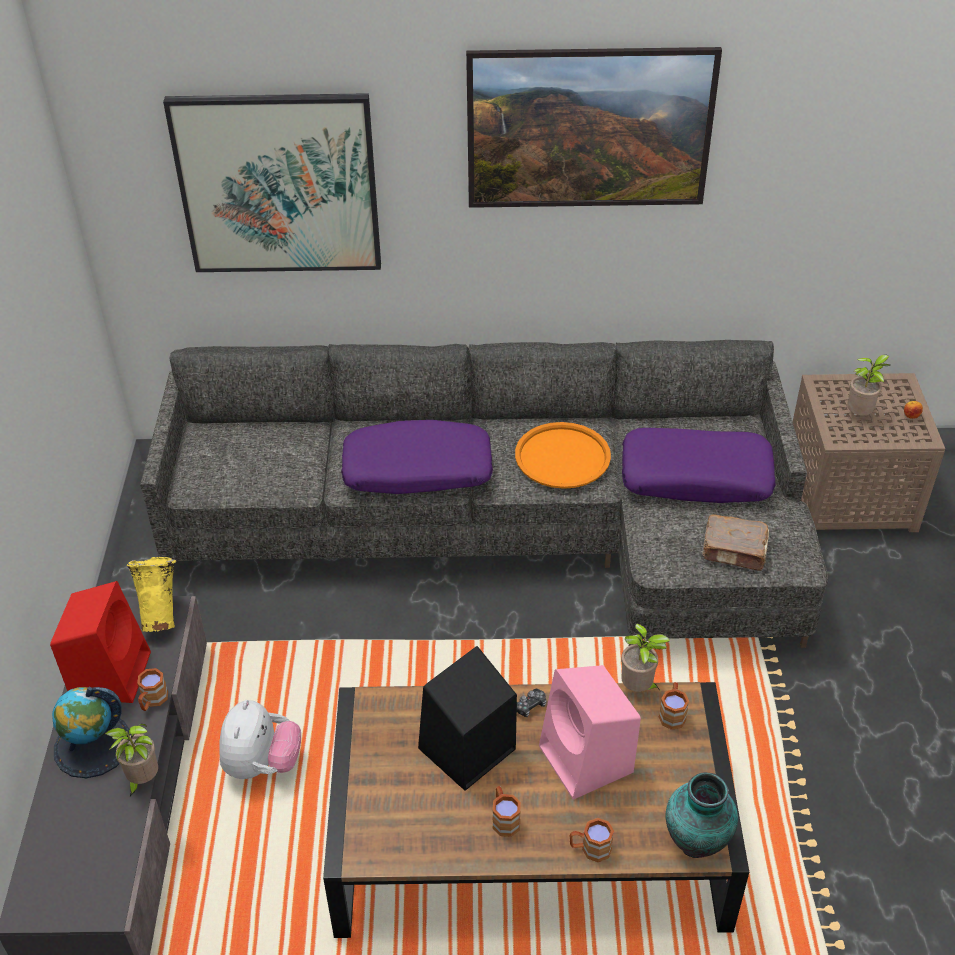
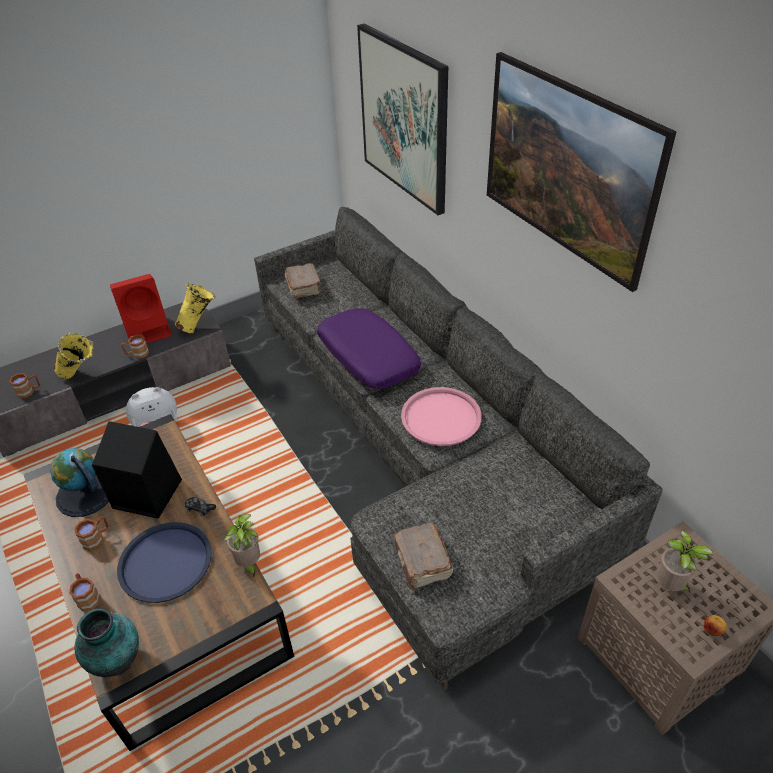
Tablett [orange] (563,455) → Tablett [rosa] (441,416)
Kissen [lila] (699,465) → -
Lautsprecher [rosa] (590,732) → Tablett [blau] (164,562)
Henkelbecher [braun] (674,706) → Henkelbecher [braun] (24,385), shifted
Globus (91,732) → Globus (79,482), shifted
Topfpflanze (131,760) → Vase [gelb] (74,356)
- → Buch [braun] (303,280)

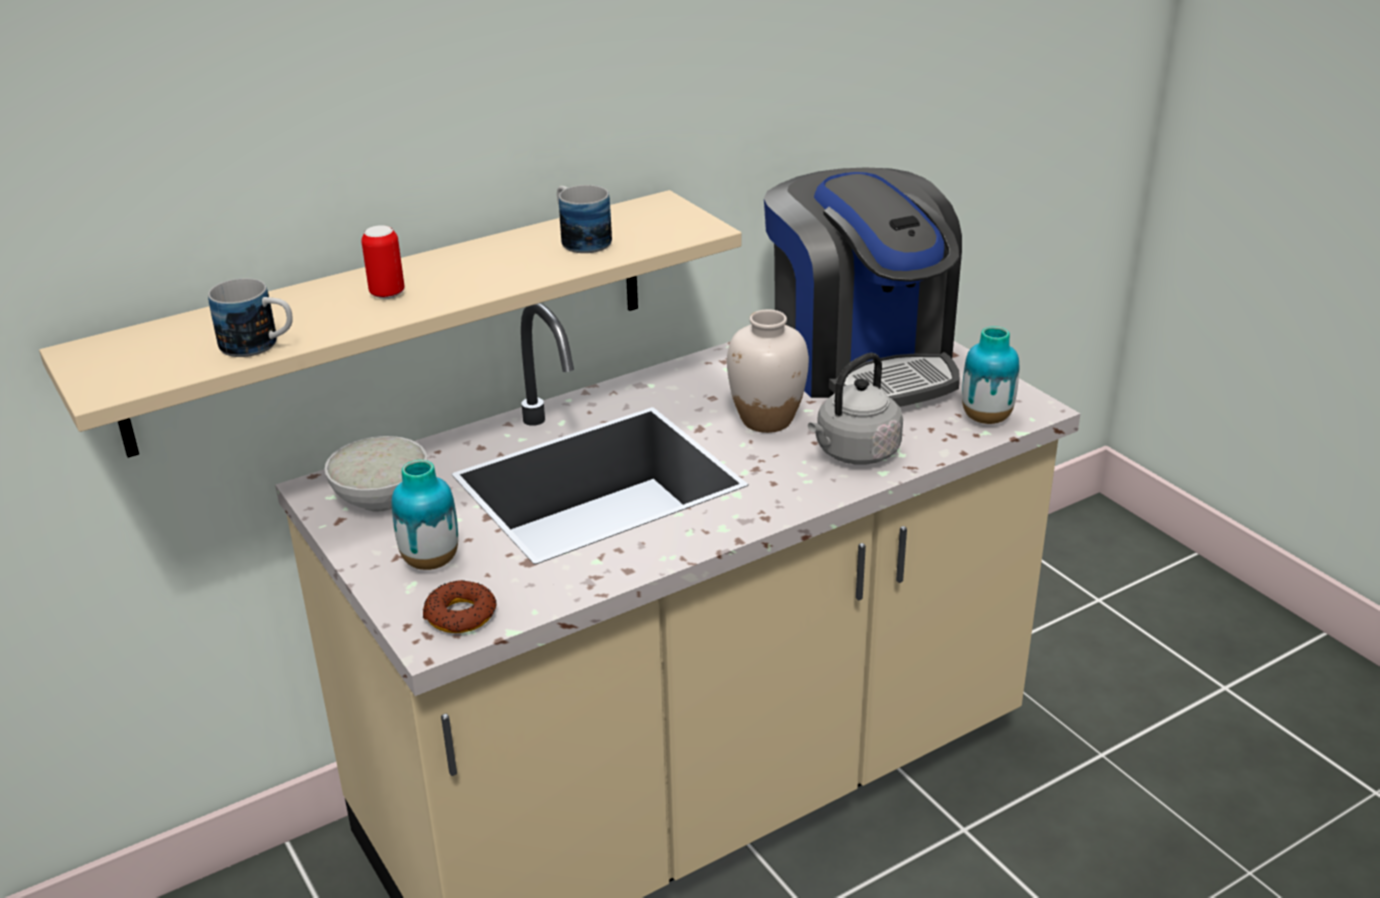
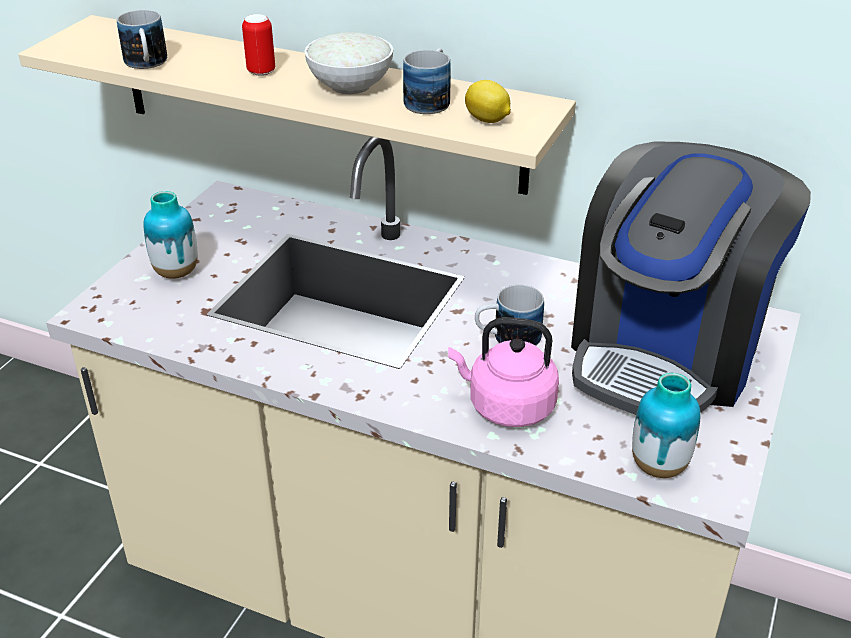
Vase [weiß] (768,371) → Henkelbecher (509,315)
Wasserkessel [grau] (855,409) → Wasserkessel [rosa] (503,372)
Schüssel [weiß] (376,474) → Schüssel [weiß] (349,63), shifted
Donut (459,606) → -
- → Zitrone (488,101)

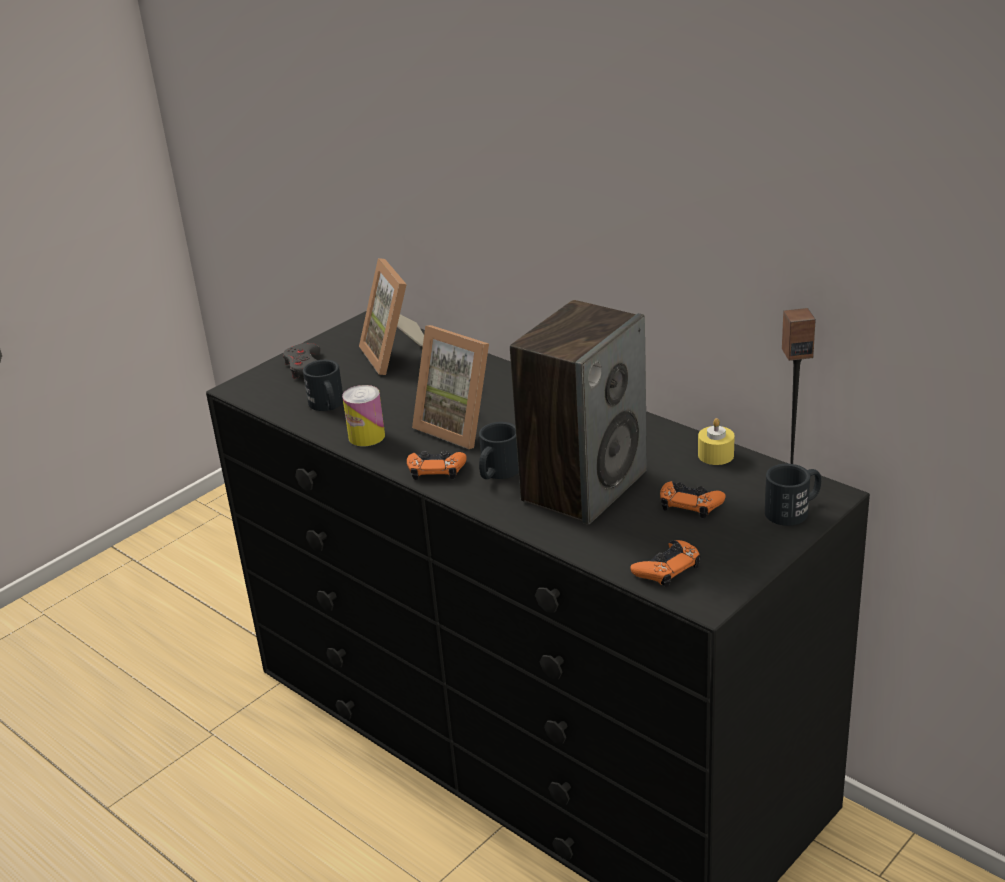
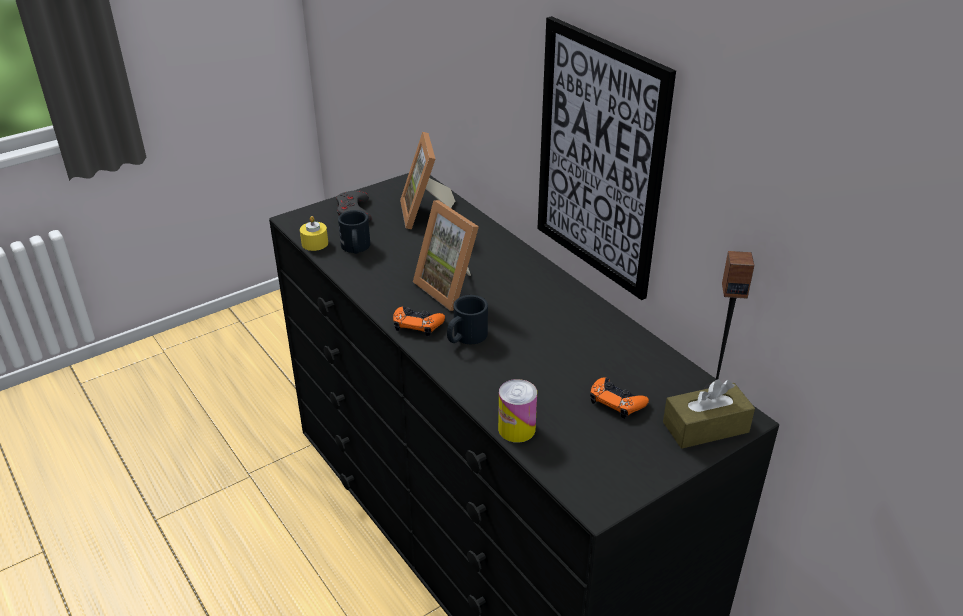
Lautsprecher (578,412) → -
Dose (363,415) → Dose (517,411), shifted
Kerze [gelb] (716,441) → Kerze [gelb] (314,233), shifted
Henkelbecher [schwarz] (793,495) → Taschentuchbox [braun] (709,414)
Gamepad [orange] (665,563) → -
- → Bild (607,158)

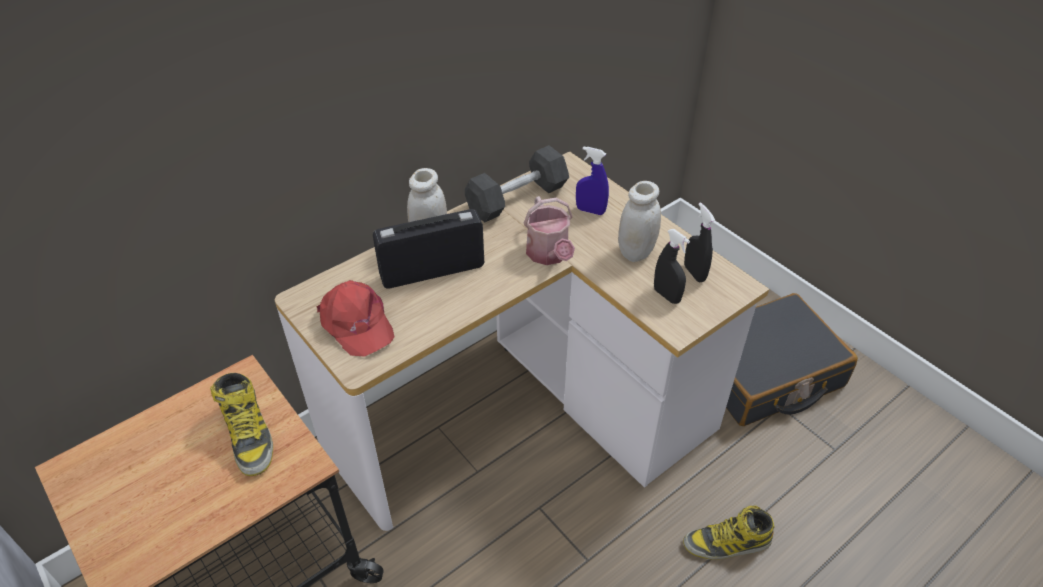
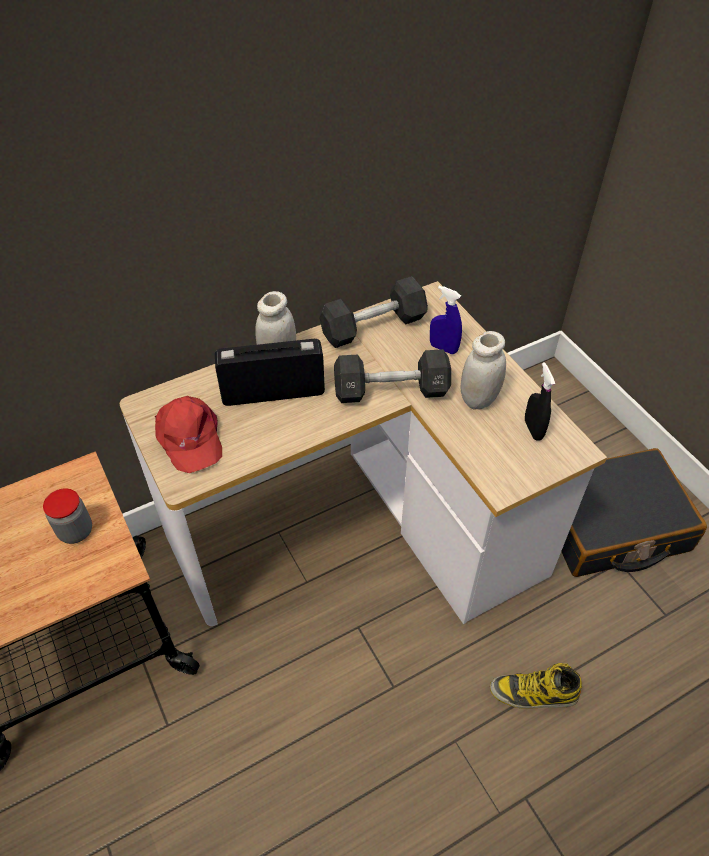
Gießkanne (549,230) → Hantel [schwarz] (392,376)
Sprühflasche [schwarz] (672,266) → -
Stiefel (241,424) → Vorratsglas (67,516)

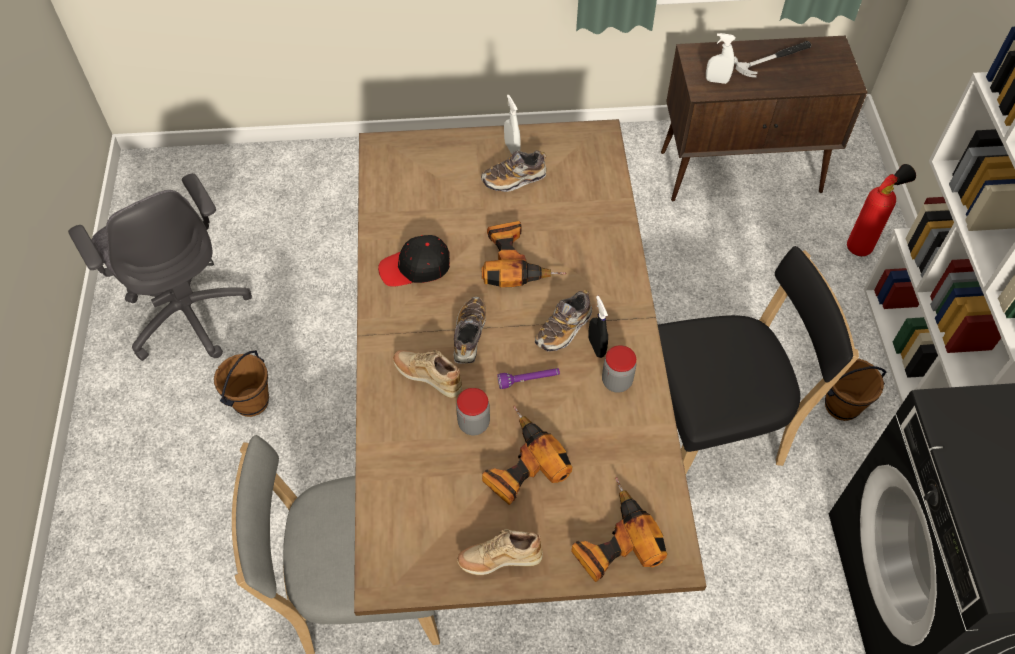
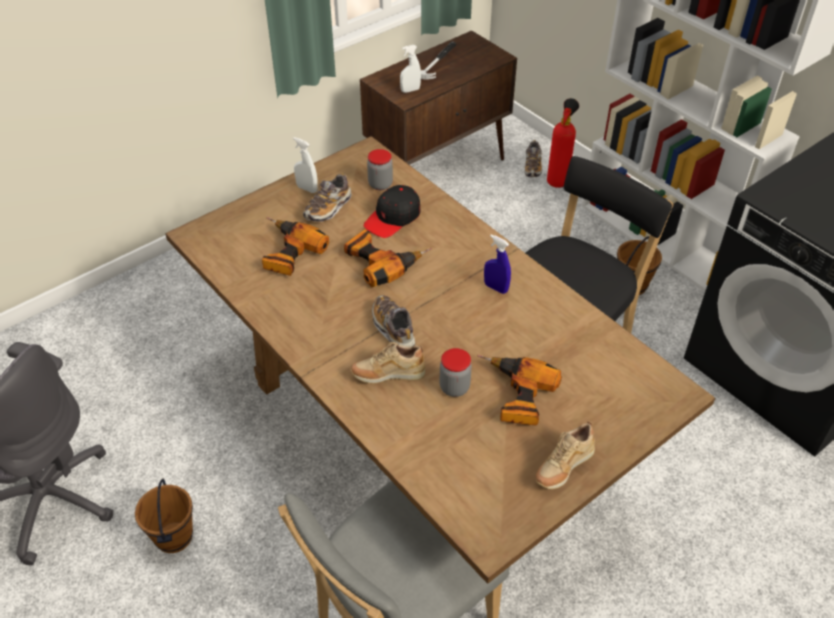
Kappe [schwarz] (414,261) → Kappe [schwarz] (392,211), shifted
Schuh (563,320) → Schuh (533,159), shifted
Sprühflasche [schwarz] (598,327) → Sprühflasche [blau] (497,264)
Vorratsglas (619,369) → Vorratsglas (380,169), shifted
Taschenlampe [lila] (528,378) → -
Bohrmaschine (619,529) → Bohrmaschine (295,246), shifted

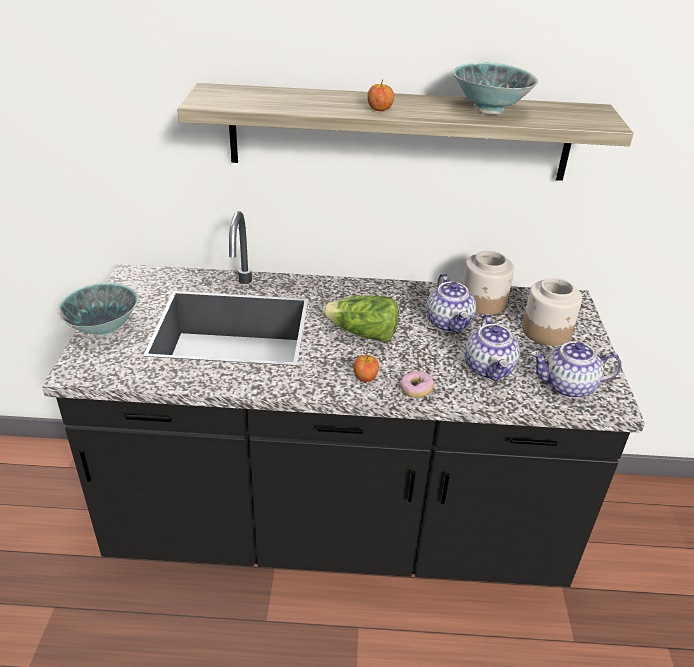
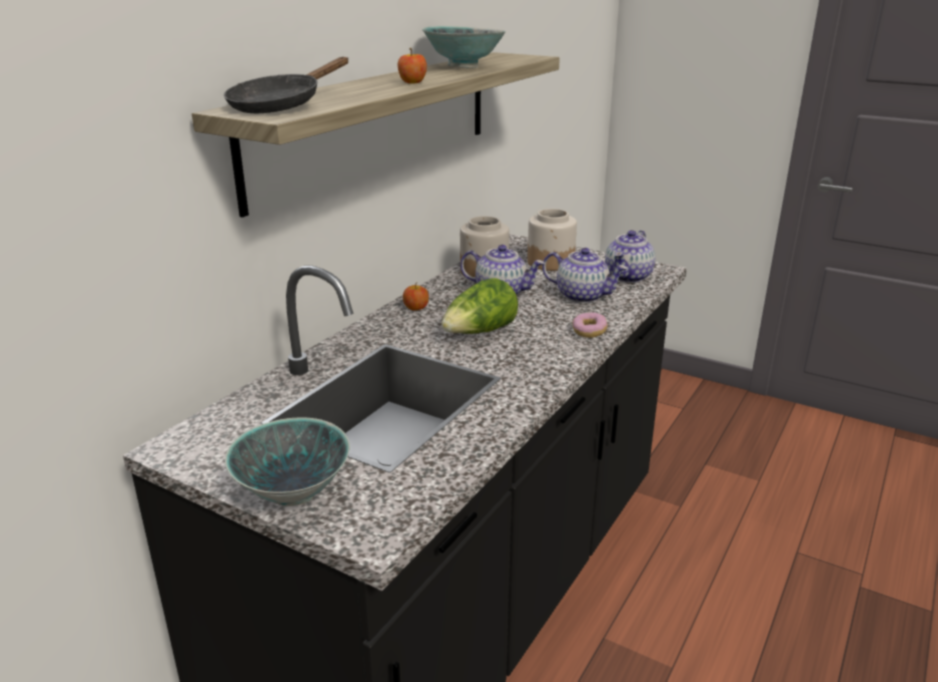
Apfel (366,368) → Apfel (416,296), shifted
- → Pfanne [schwarz] (286,85)

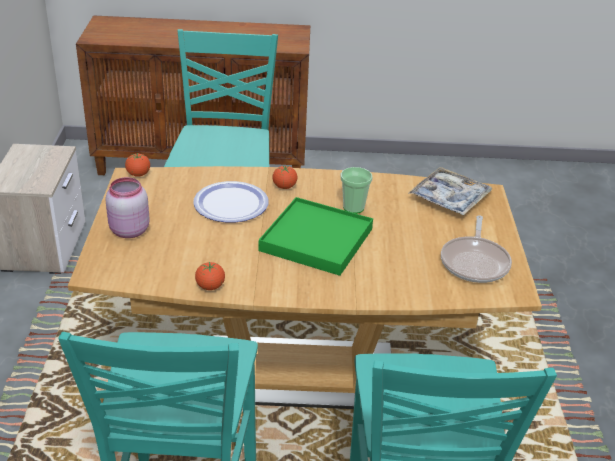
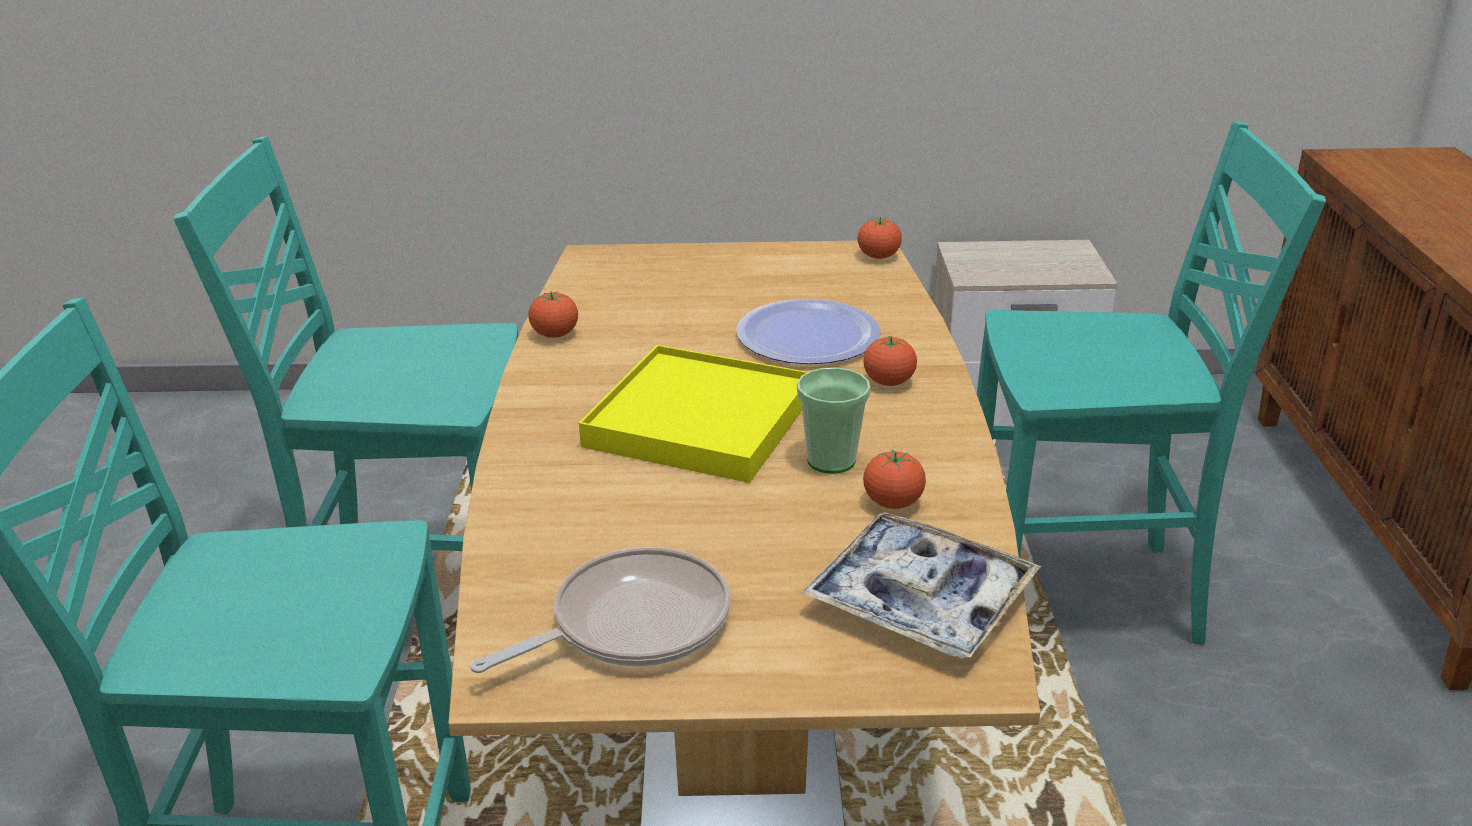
Vorratsglas [rosa] (127,207) → -
Tablett [grün] (316,236) → Tablett [gelb] (693,414)
Pfanne (476,249) → Pfanne (600,610), 135 degrees clockwise
- → Tomate (894,479)

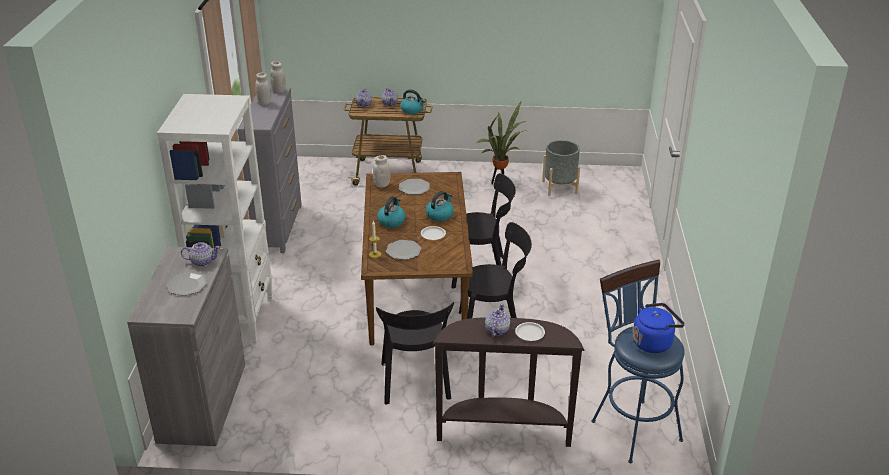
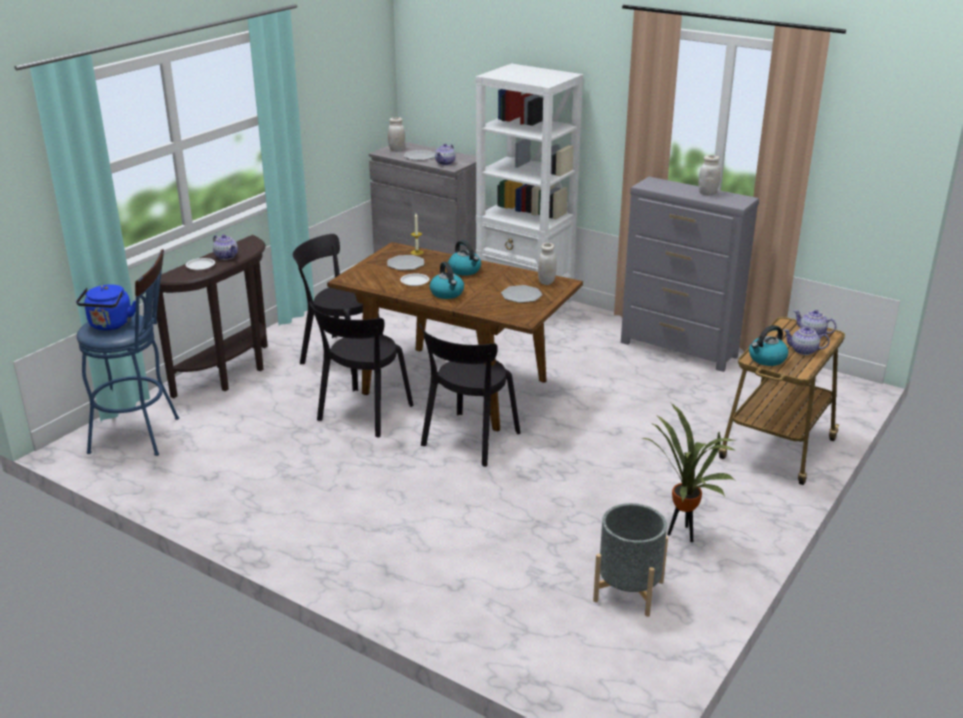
Vorratsglas [weiß] (278,77) → Vorratsglas [weiß] (396,134), shifted

